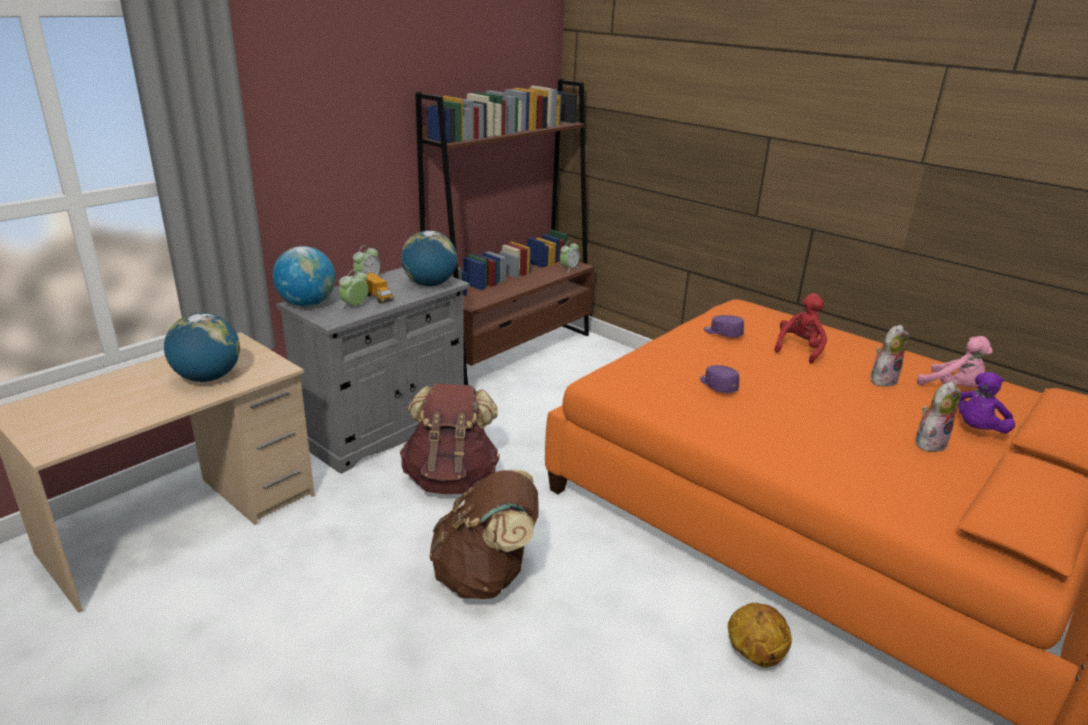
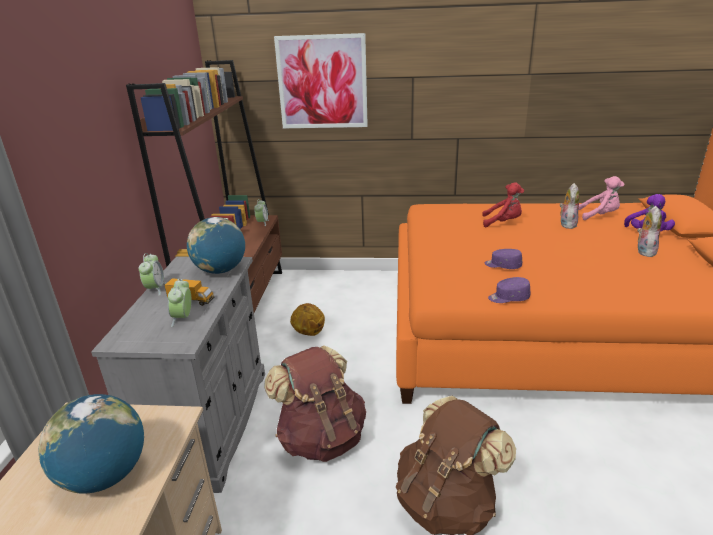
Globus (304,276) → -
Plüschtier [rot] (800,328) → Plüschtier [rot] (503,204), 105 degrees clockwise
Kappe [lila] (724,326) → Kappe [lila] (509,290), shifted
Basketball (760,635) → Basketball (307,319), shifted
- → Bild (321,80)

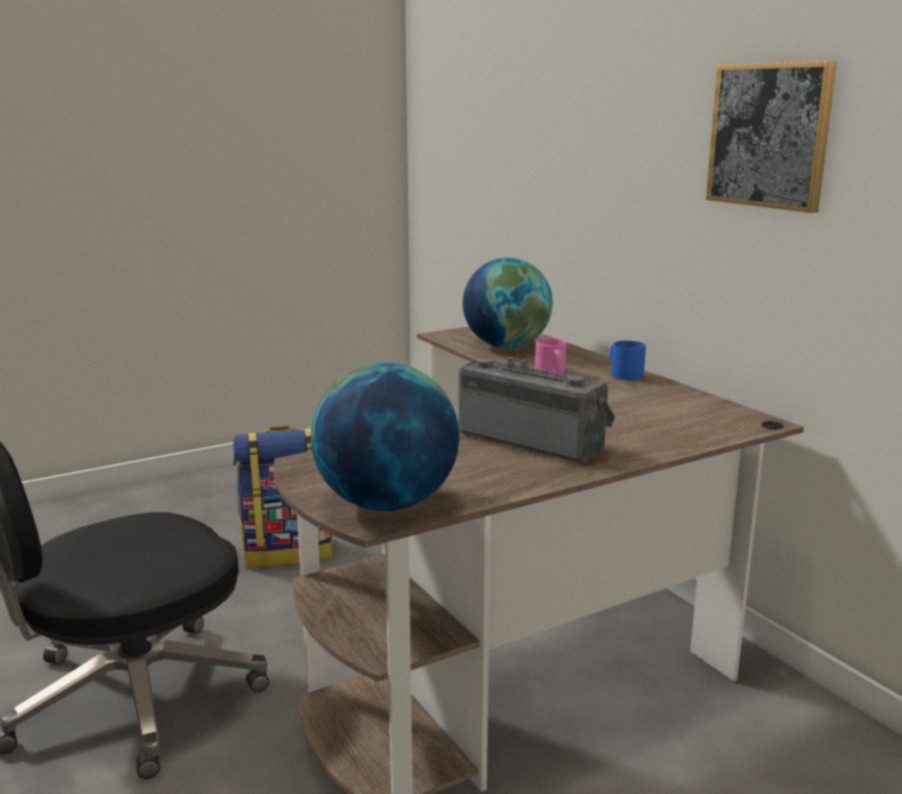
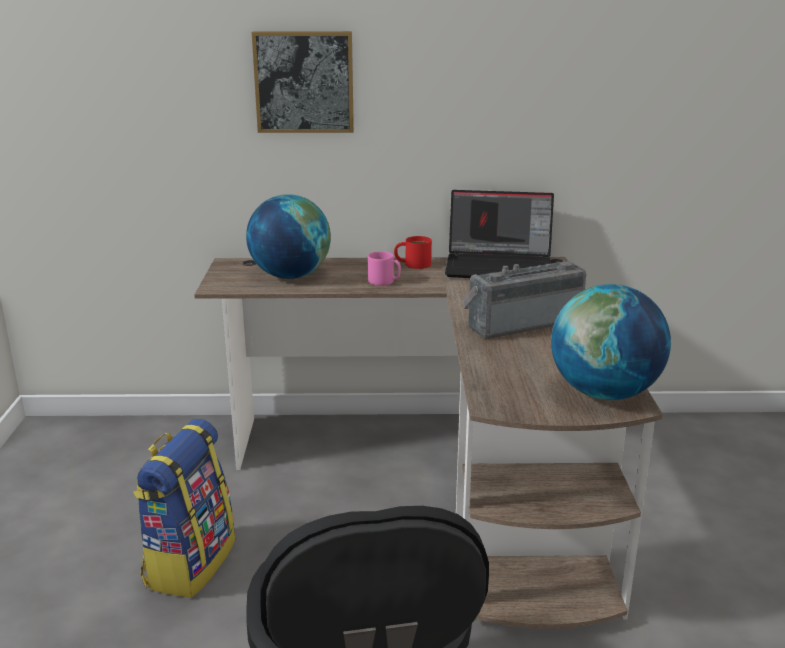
Bild (771,137) → Bild (303,82), shifted
Henkelbecher [blau] (628,360) → Henkelbecher [rot] (413,252)
- → Laptop (499,234)

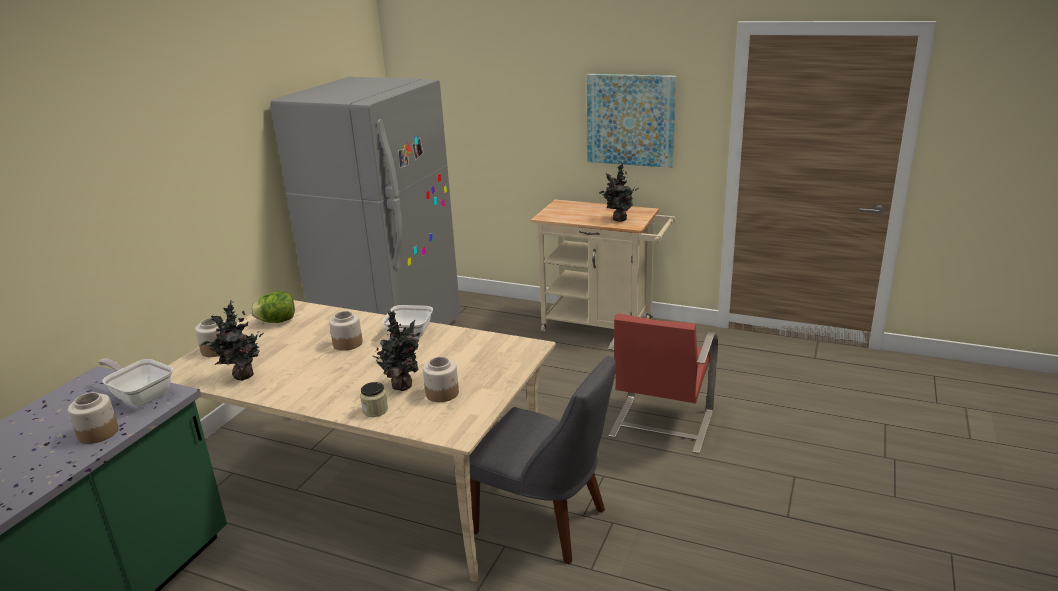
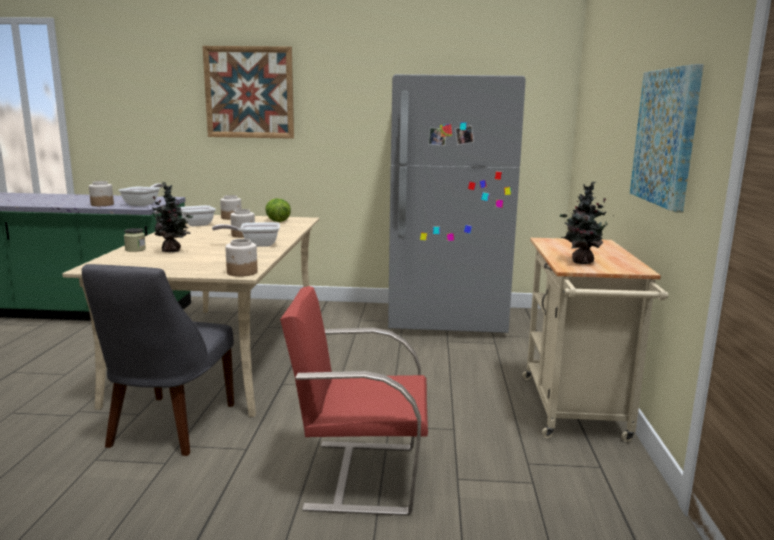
Topfpflanze (232,340) → Pfanne (185,215)
Vorratsglas (441,379) → Vorratsglas (241,258), shifted
- → Bild (248,92)

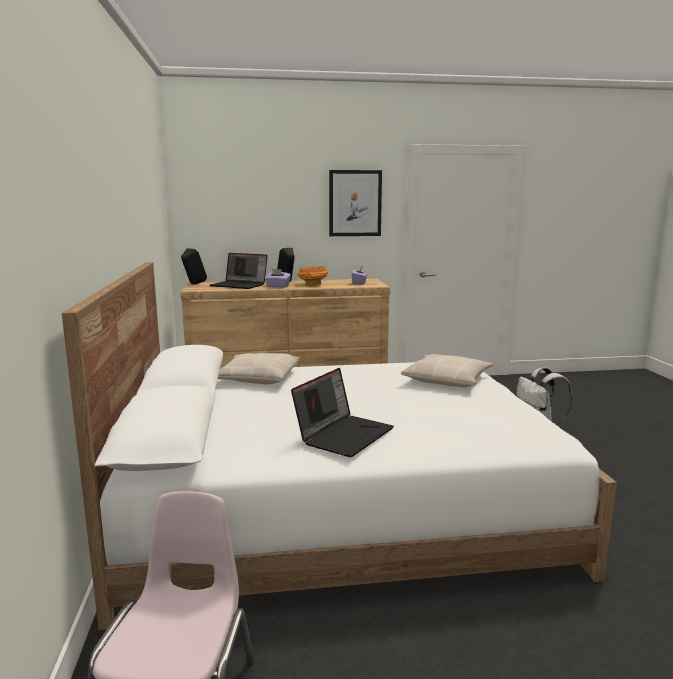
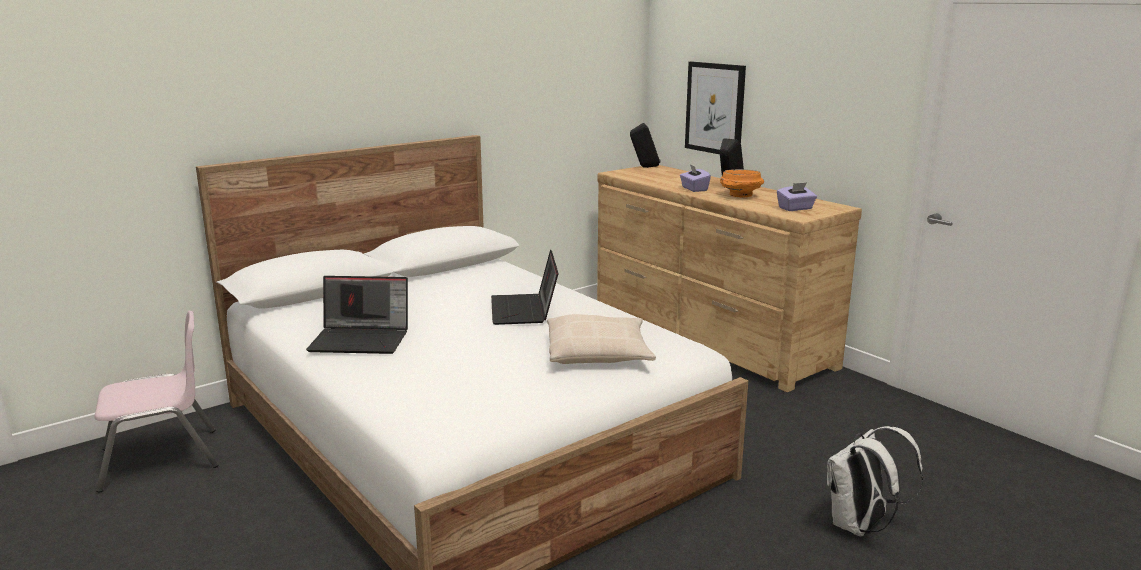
Bild (355,203) → Bild (715,107), shifted
Laptop (239,271) → Laptop (524,287), shifted
Kissen [beige] (259,368) → -

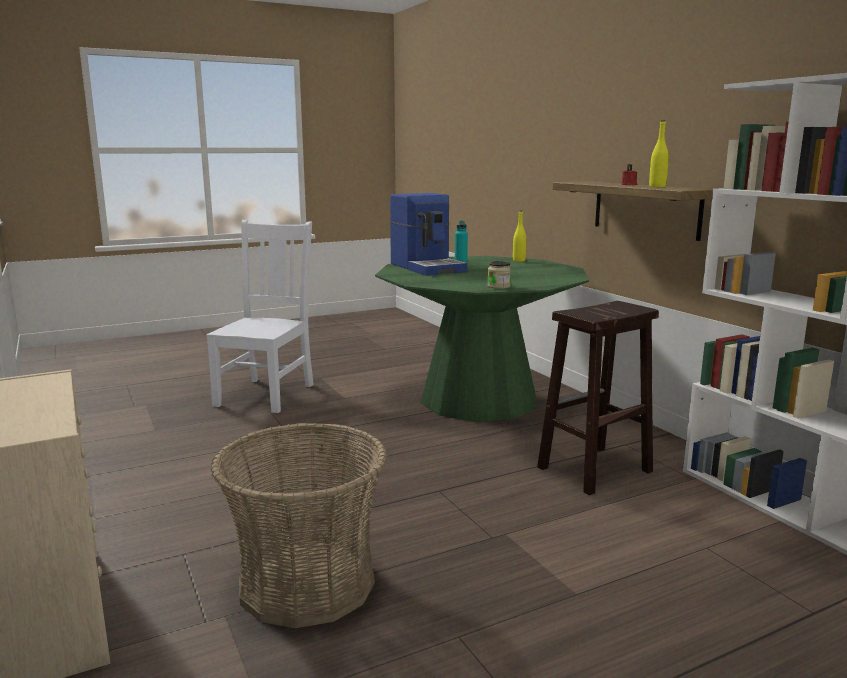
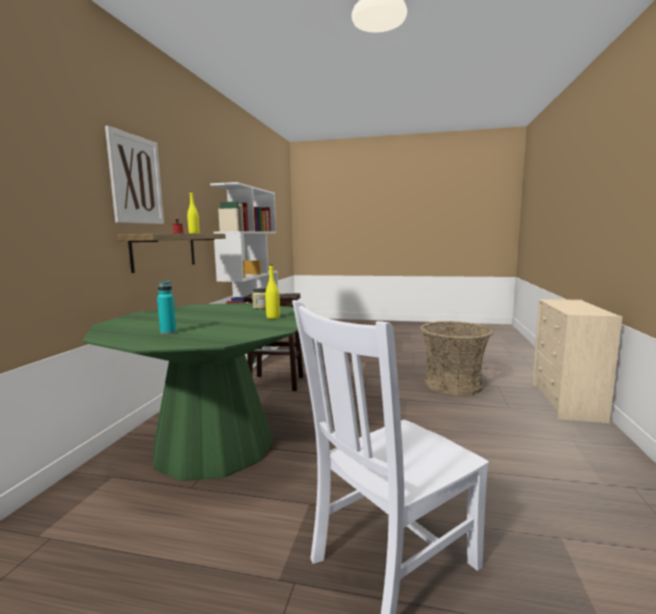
Kaffeemaschine (428,234) → -
Flasche [gelb] (519,236) → Flasche [gelb] (272,291), shifted
- → Bild (134,175)

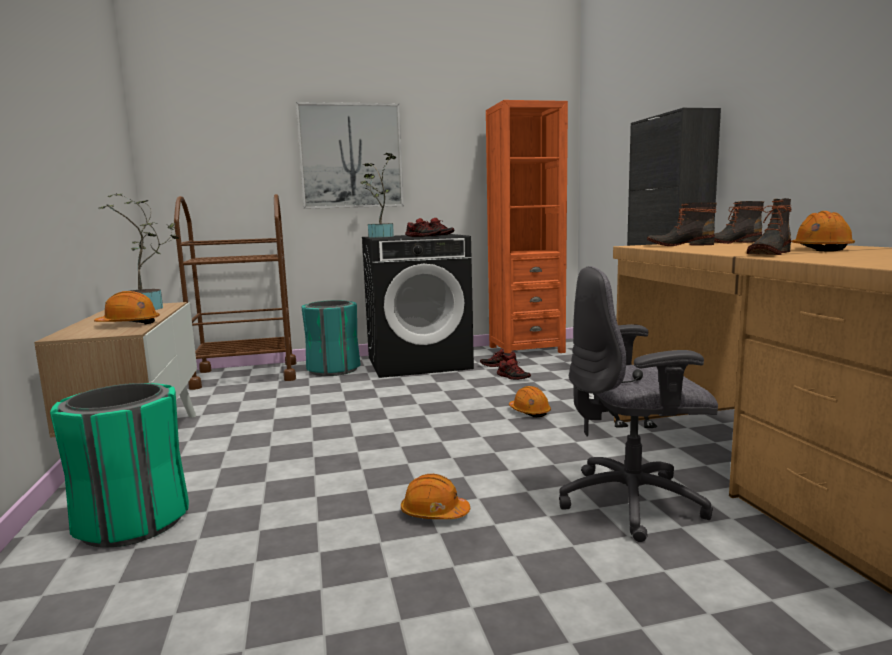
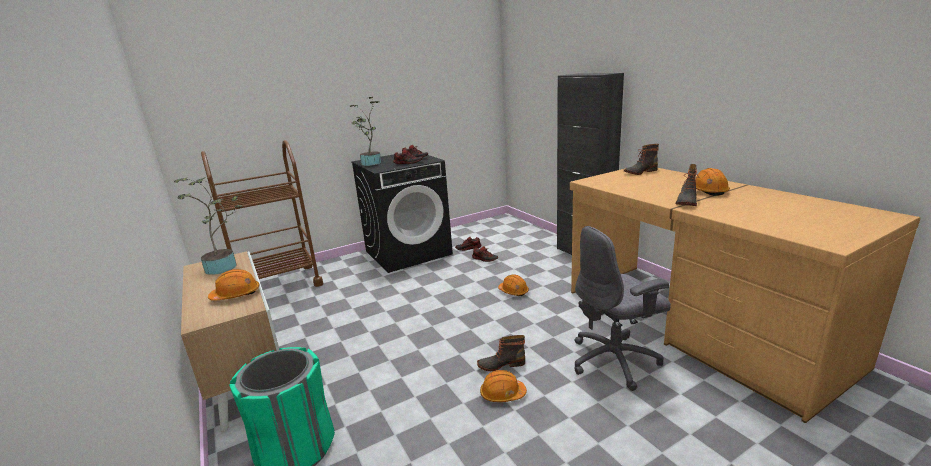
Bücherregal [orange] (527,226) → -
Bild (350,155) → -
Stiefel (682,224) → Stiefel (501,353), shifted
Mülleimer [türkis] (331,338) → -

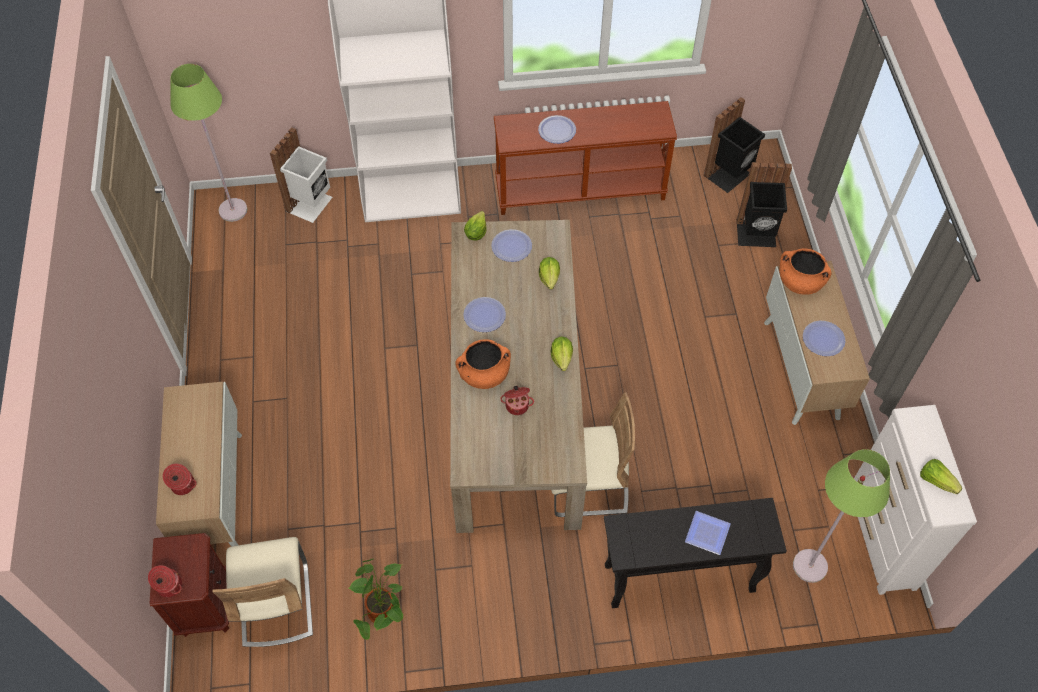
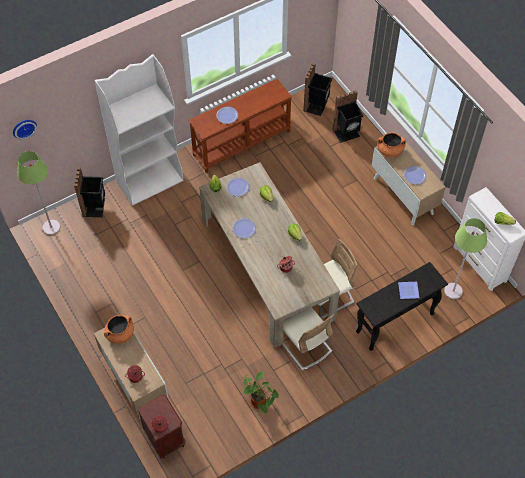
Mülleimer [weiß] (301,175) → Mülleimer [schwarz] (89,192)
Kochtopf [orange] (483,364) → Kochtopf [orange] (119,329), shifted
Stuhl [beige] (262,592) → Stuhl [beige] (308,339), shifted
- → Wanduhr (25,130)

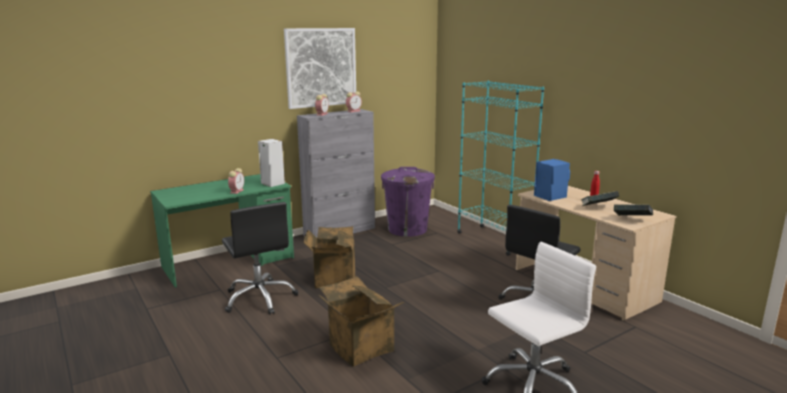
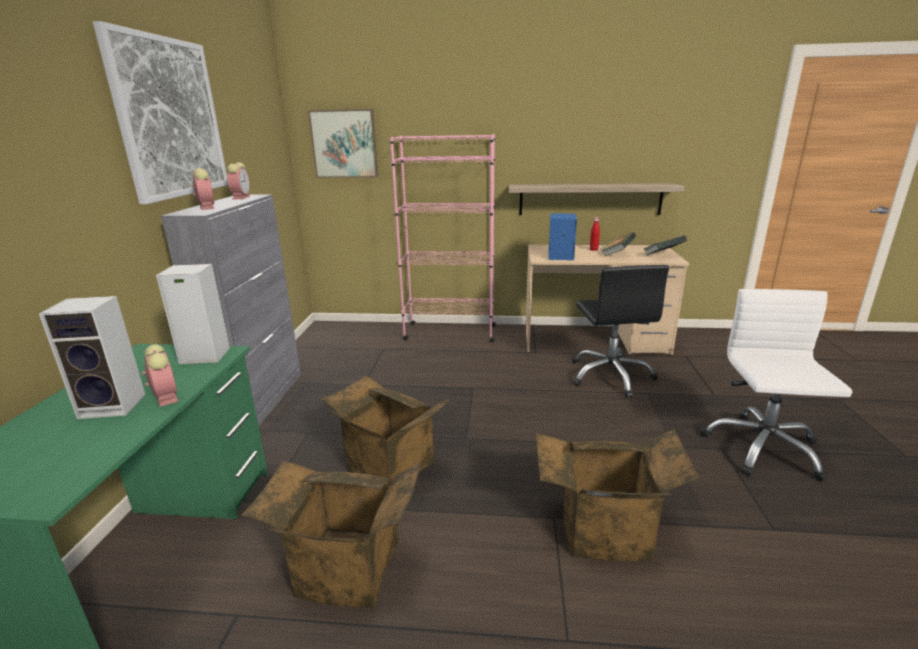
Bücherregal [türkis] (500,168) → Bücherregal [rosa] (443,238)
Mülleimer [lila] (408,202) → -
Bürostuhl [schwarz] (260,258) → Karton (331,534)
- → Bild (343,143)
- → Wandregal (597,199)
- → Lautsprecher (92,357)

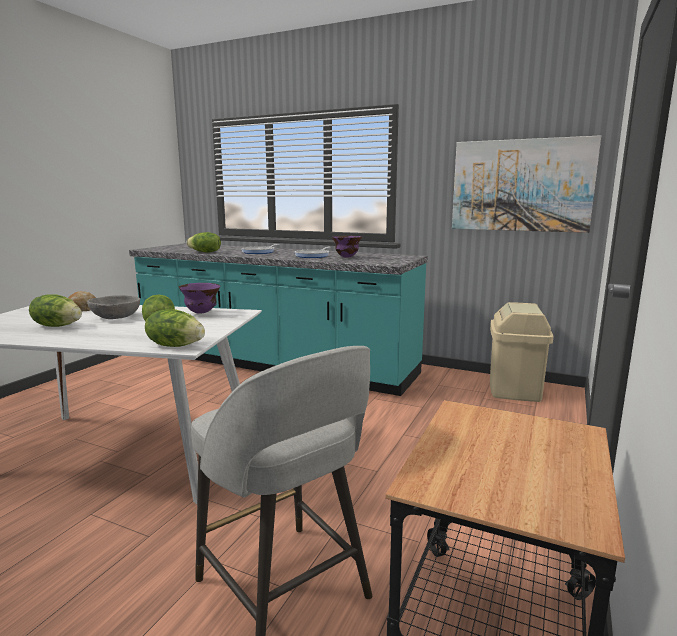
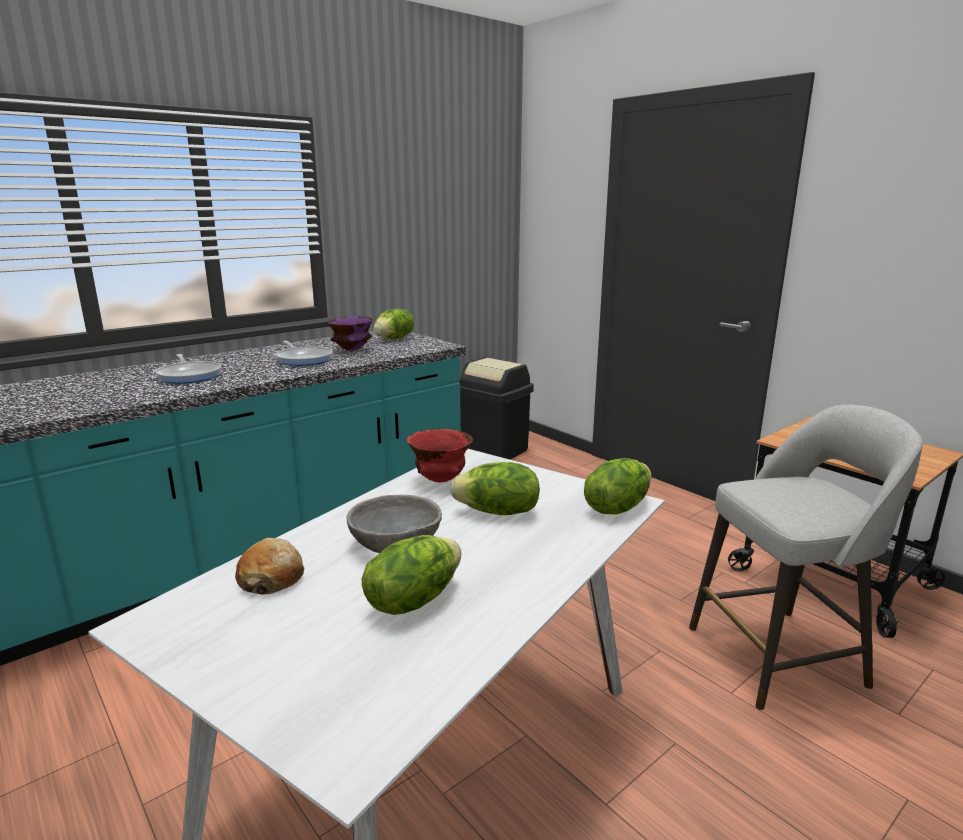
Bild (526,184) → -
Salatkopf (204,242) → Salatkopf (393,323), shifted
Schüssel [lila] (199,298) → Schüssel [rot] (440,455)
Mülleimer [beige] (521,352) → Mülleimer [schwarz] (496,408)

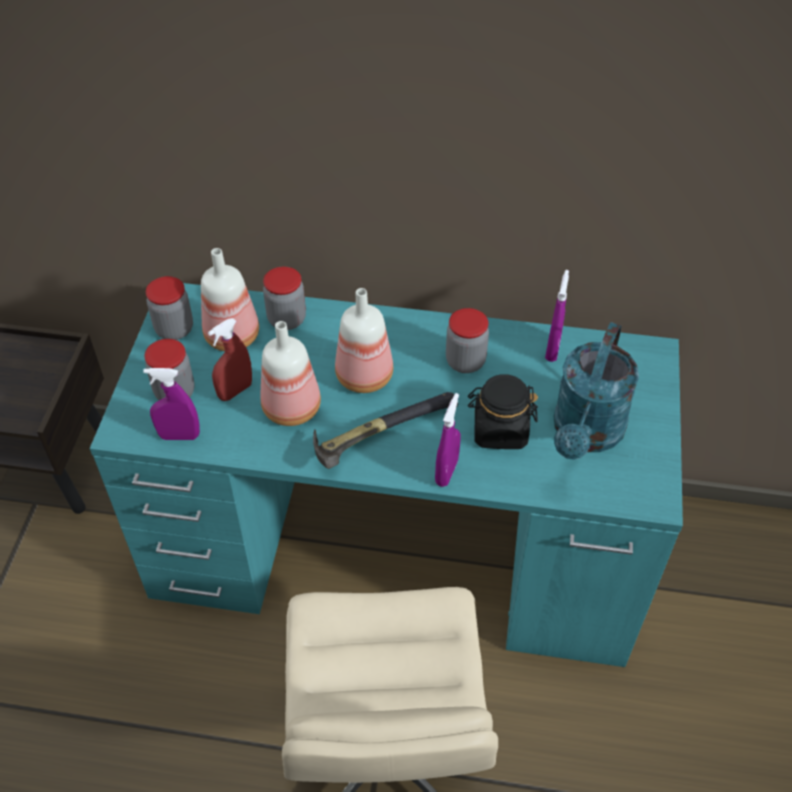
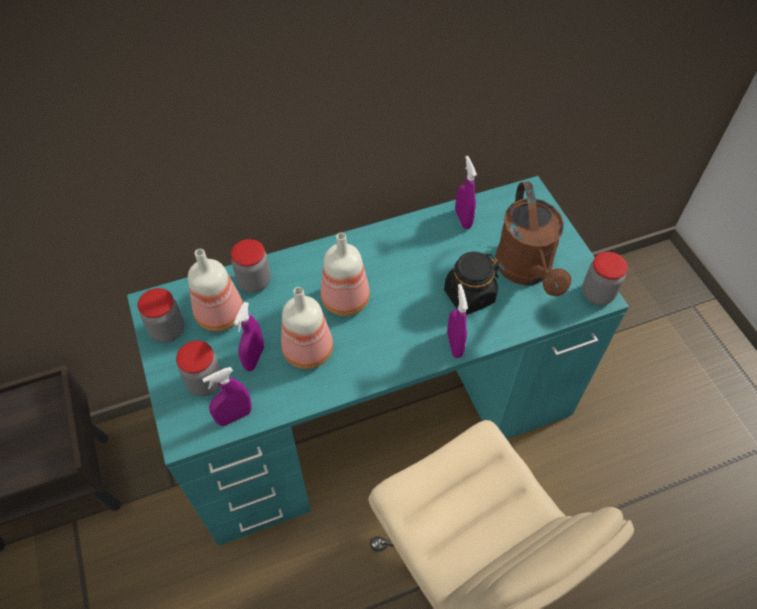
Vorratsglas (467,340) → Vorratsglas (605,278), shifted
Sprühflasche [rot] (230,359) → Sprühflasche [lila] (248,336)
Gießkanne [türkis] (596,391) → Gießkanne [braun] (533,239)
Hammer (385,430) → -

